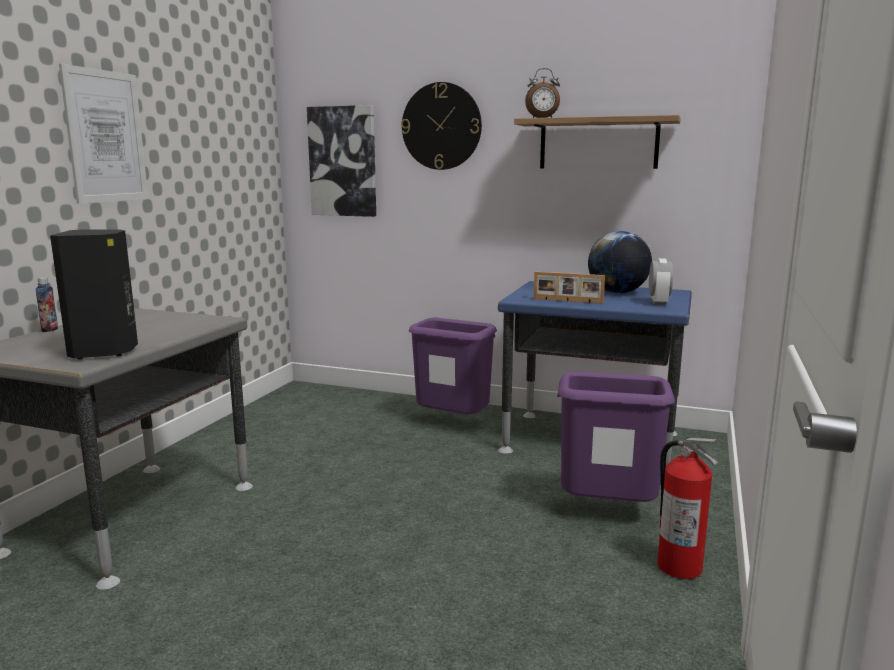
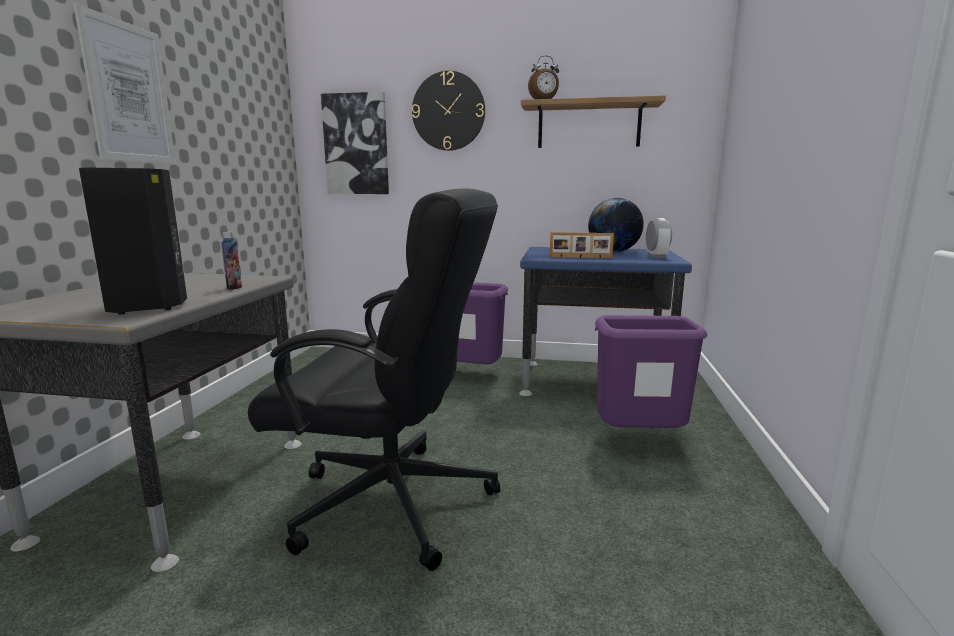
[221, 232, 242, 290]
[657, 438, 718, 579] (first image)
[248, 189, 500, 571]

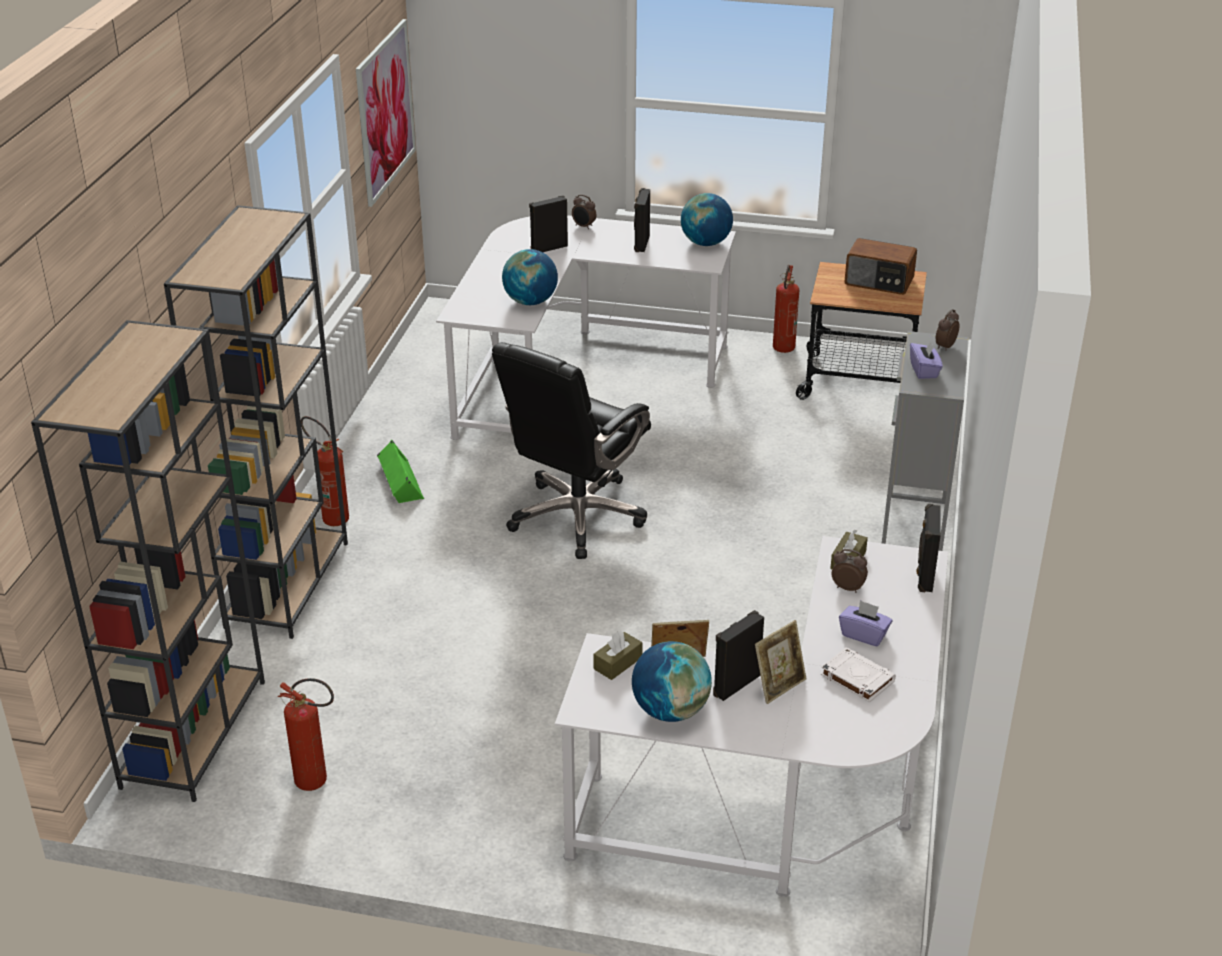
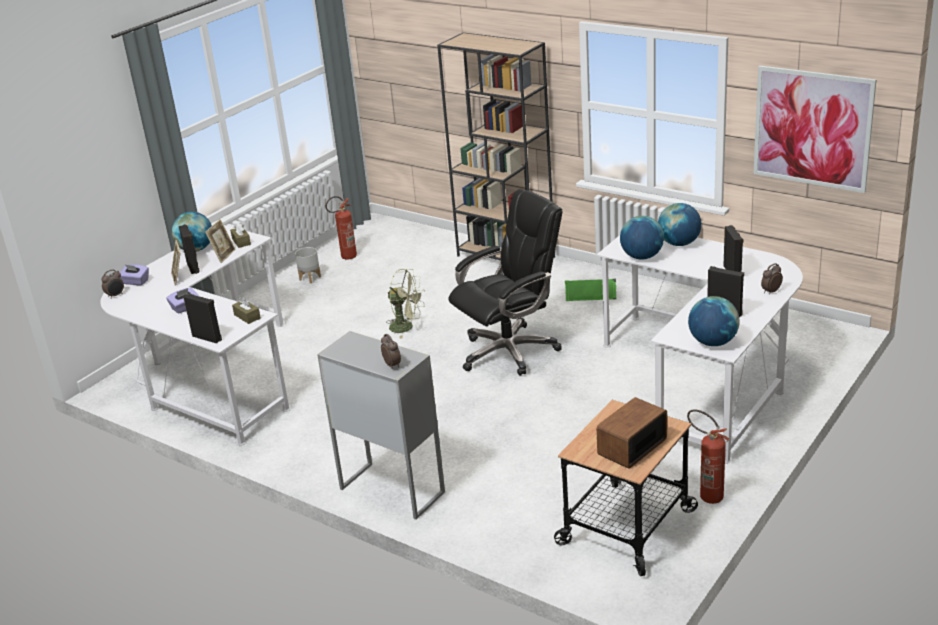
[31, 320, 265, 802] (first image)
[119, 264, 149, 285]
[449, 189, 562, 376]
[301, 416, 349, 526] (first image)
[101, 269, 124, 299]
[821, 647, 896, 703] (first image)
[658, 203, 702, 246]
[295, 247, 321, 283]
[386, 269, 425, 339]

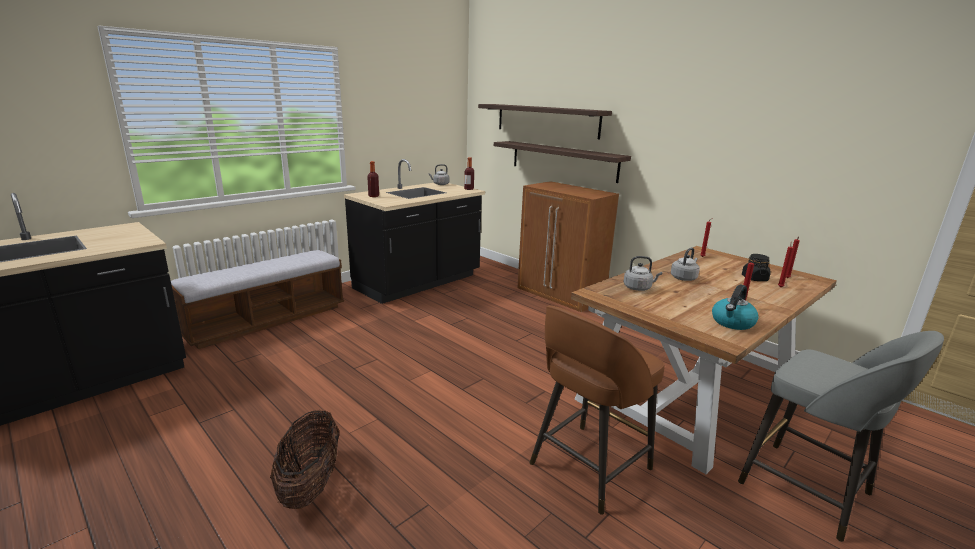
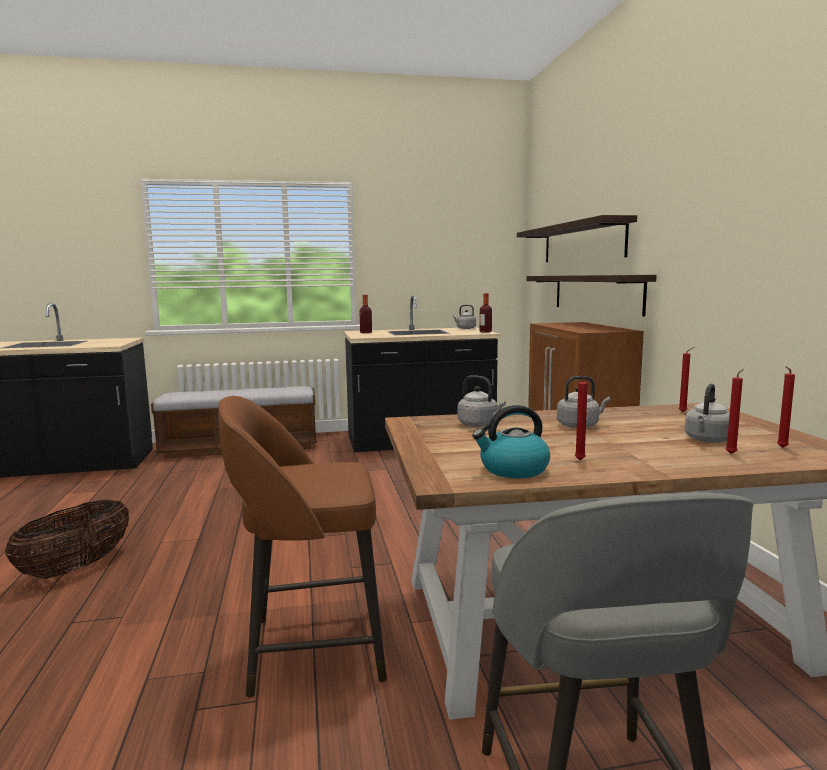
[685, 383, 730, 443]

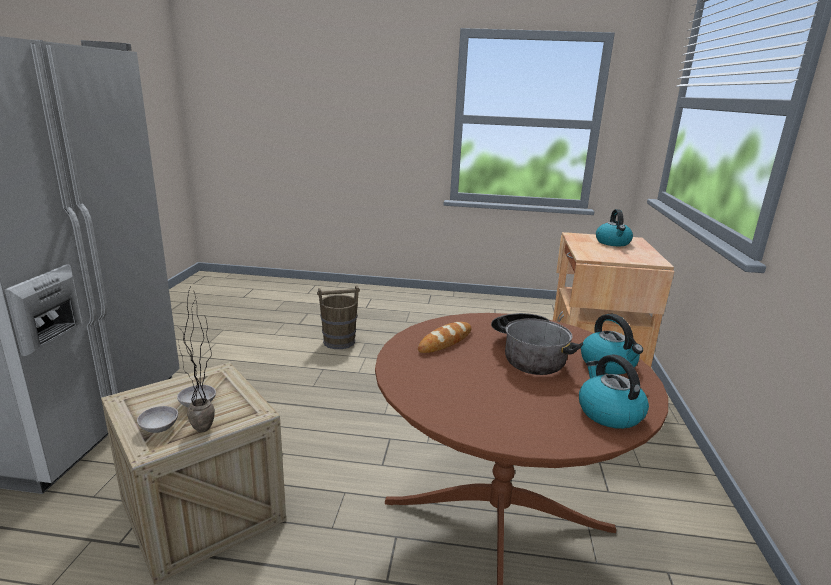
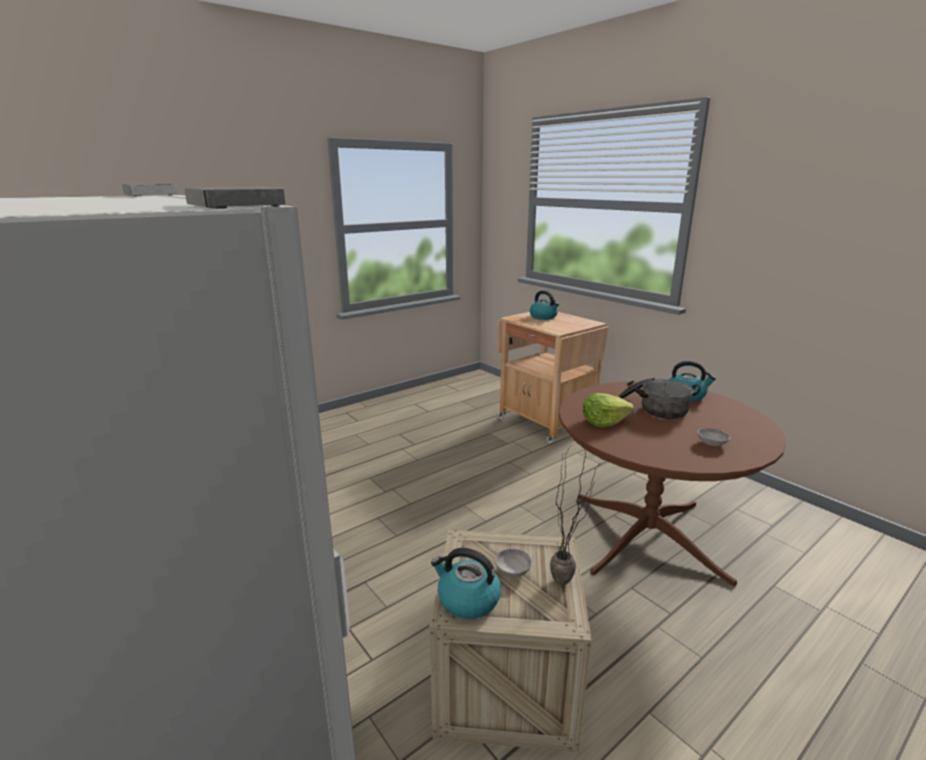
[317, 286, 360, 349] (first image)
[583, 393, 634, 427]
[431, 548, 501, 619]
[697, 428, 731, 446]

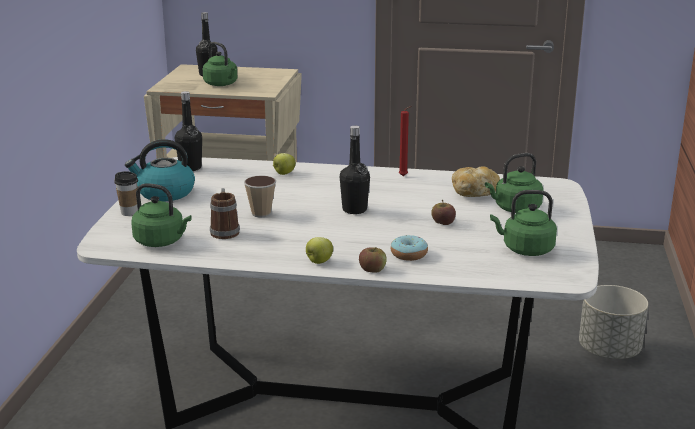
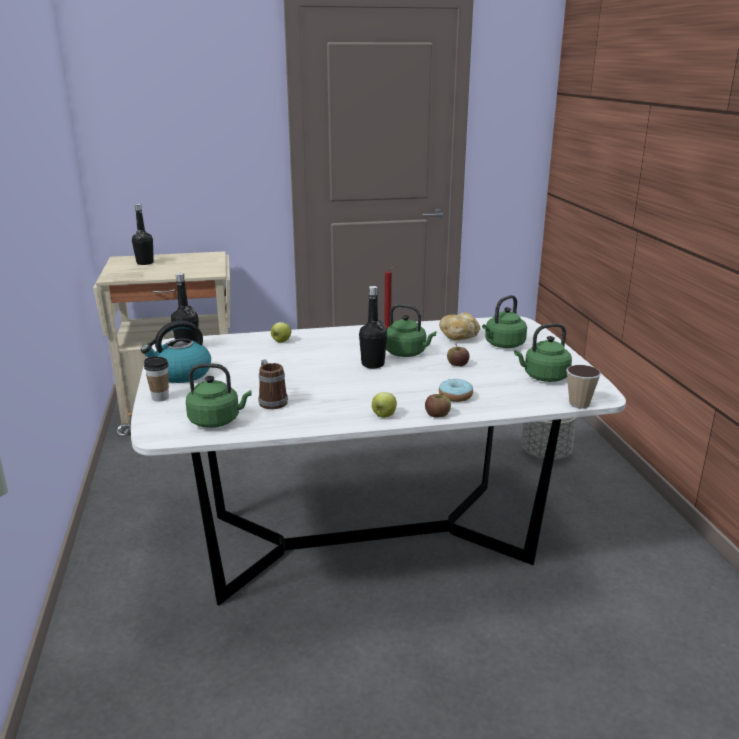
[386, 304, 436, 357]
[566, 365, 601, 409]

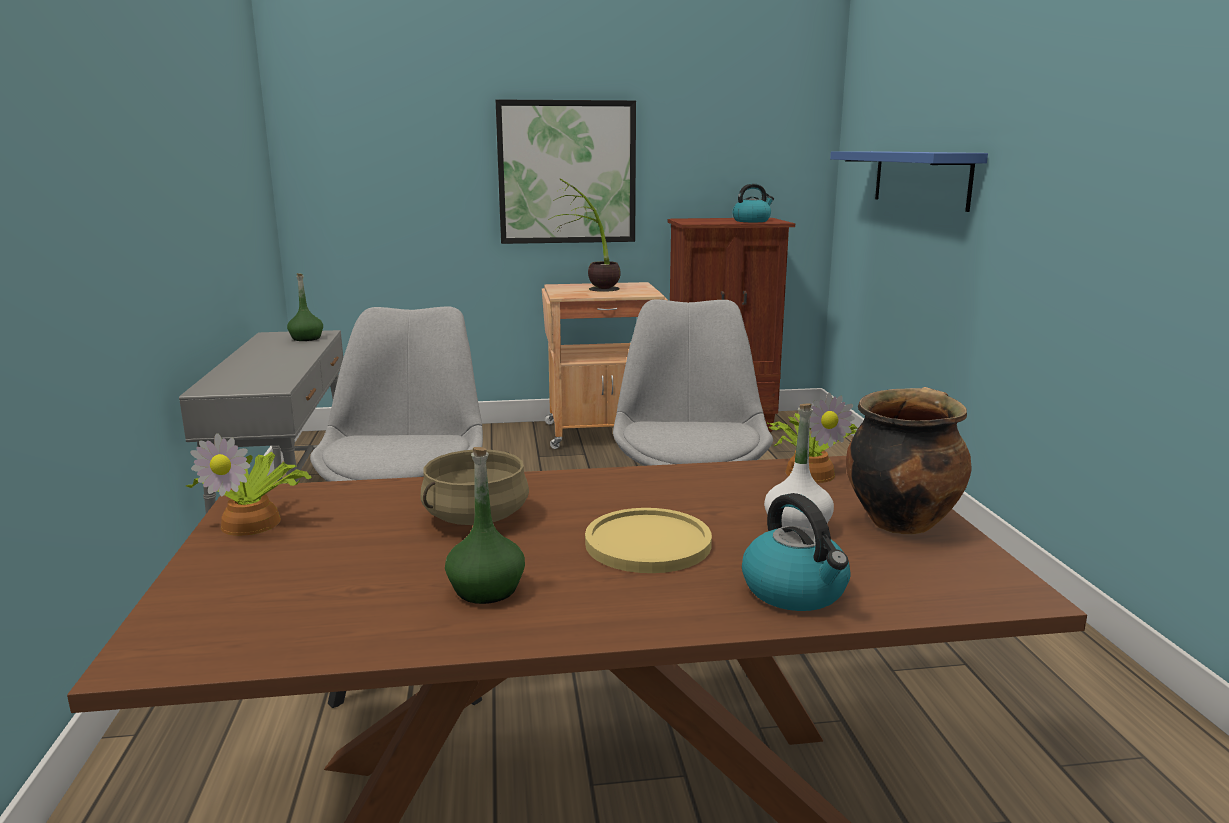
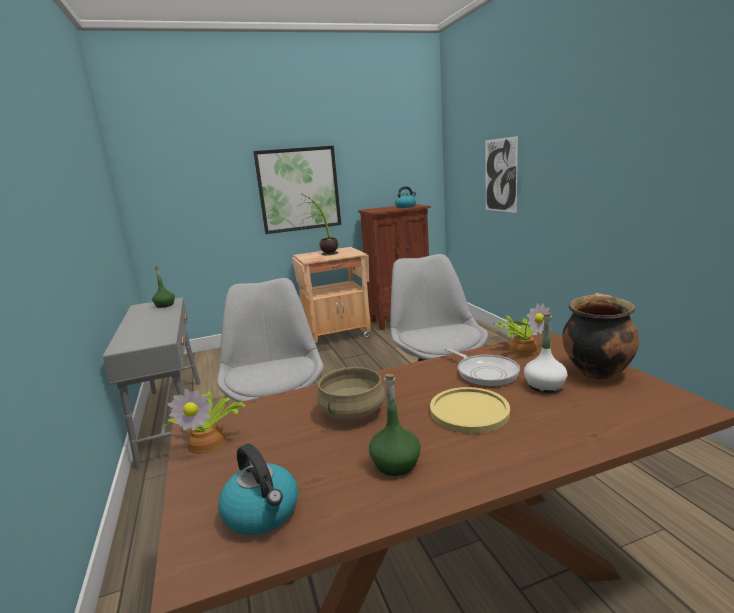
[485, 136, 518, 213]
[218, 444, 298, 535]
[443, 347, 520, 386]

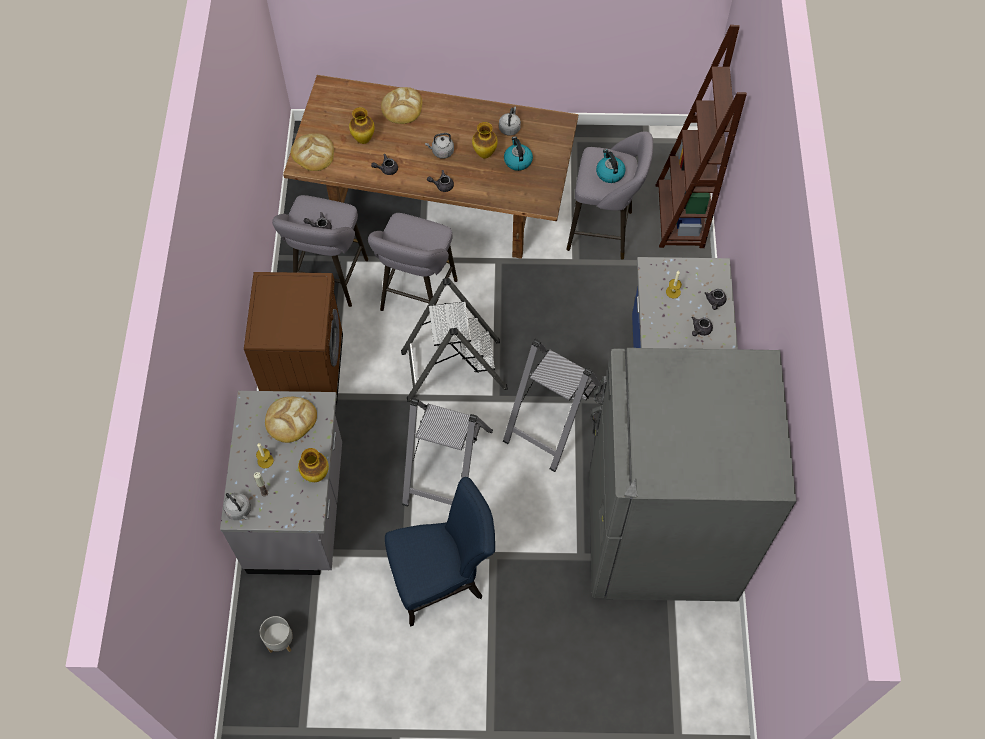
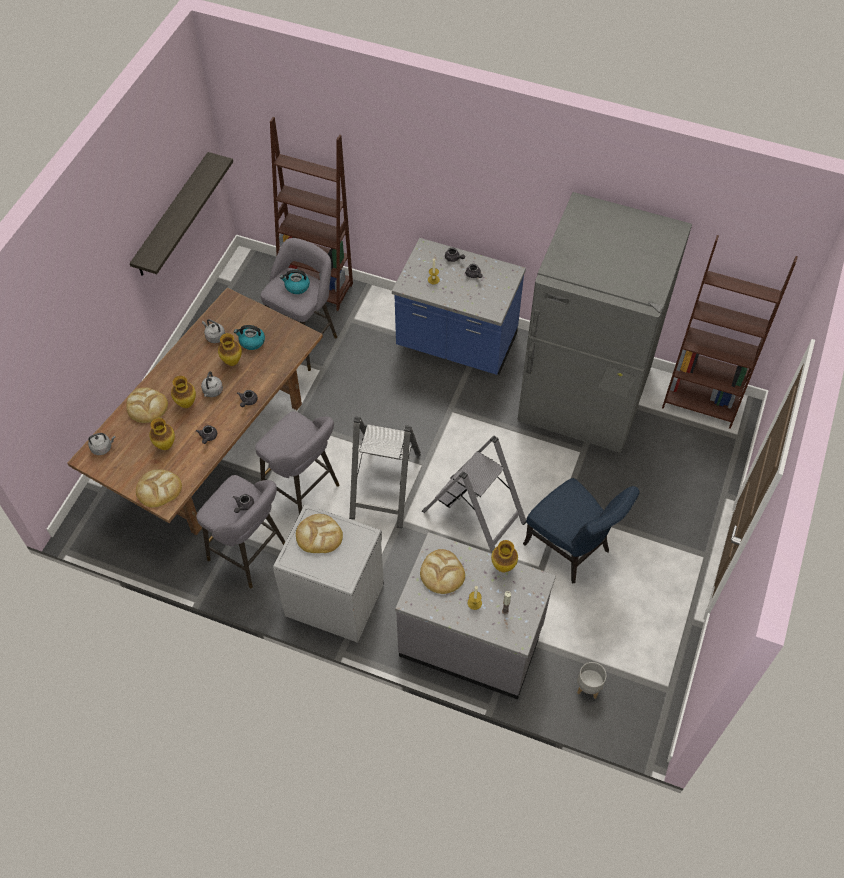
[273, 504, 384, 643]
[503, 339, 603, 472] (first image)
[523, 478, 640, 584]
[88, 433, 116, 455]
[130, 152, 233, 276]
[662, 235, 798, 429]
[171, 376, 196, 408]
[296, 514, 343, 553]

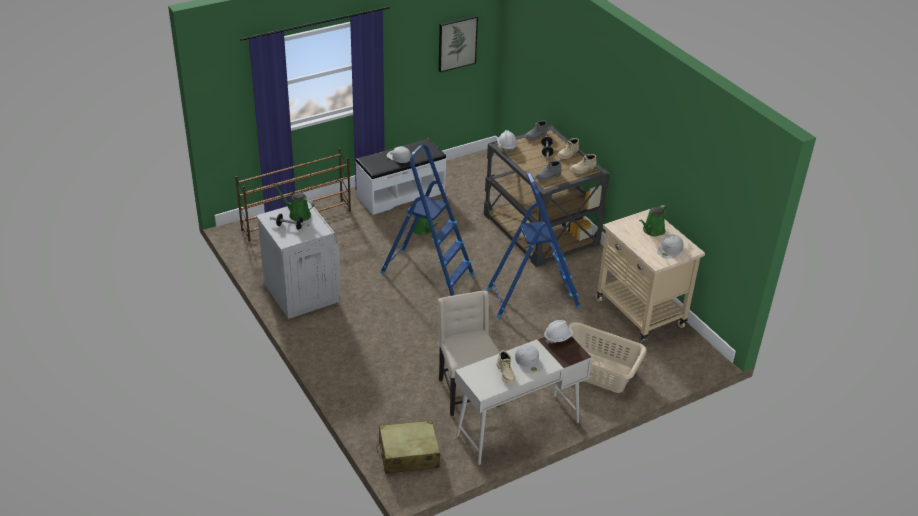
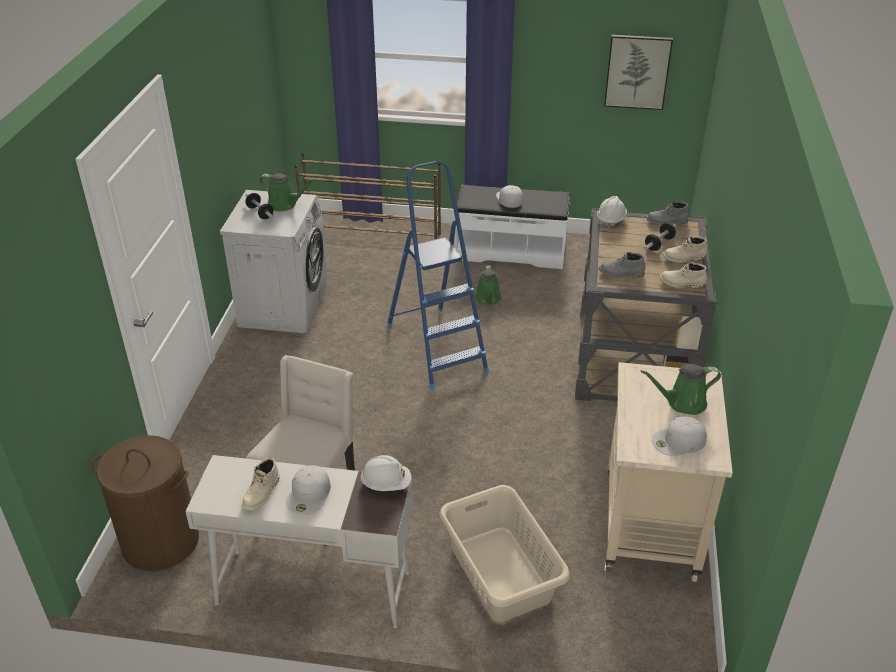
[487, 172, 581, 317] (first image)
[259, 174, 315, 211]
[92, 435, 199, 571]

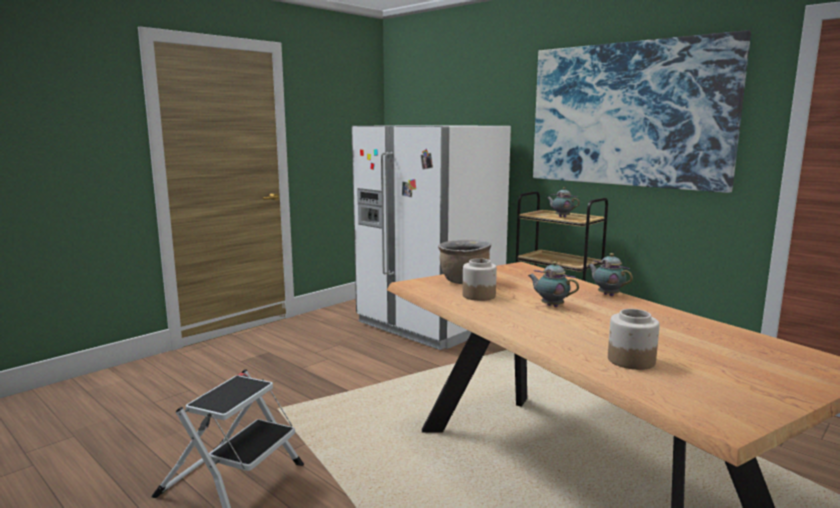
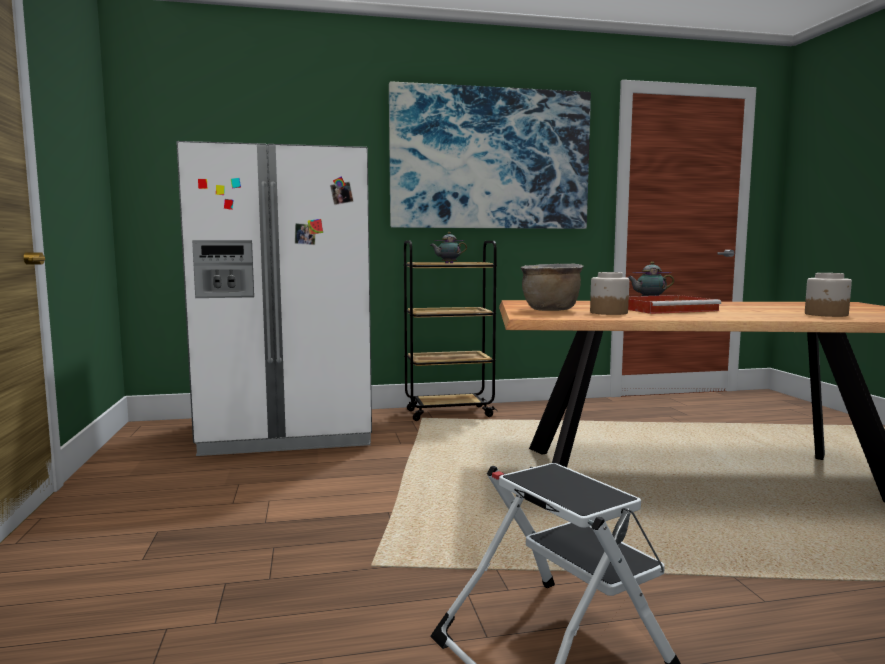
[628, 295, 721, 314]

